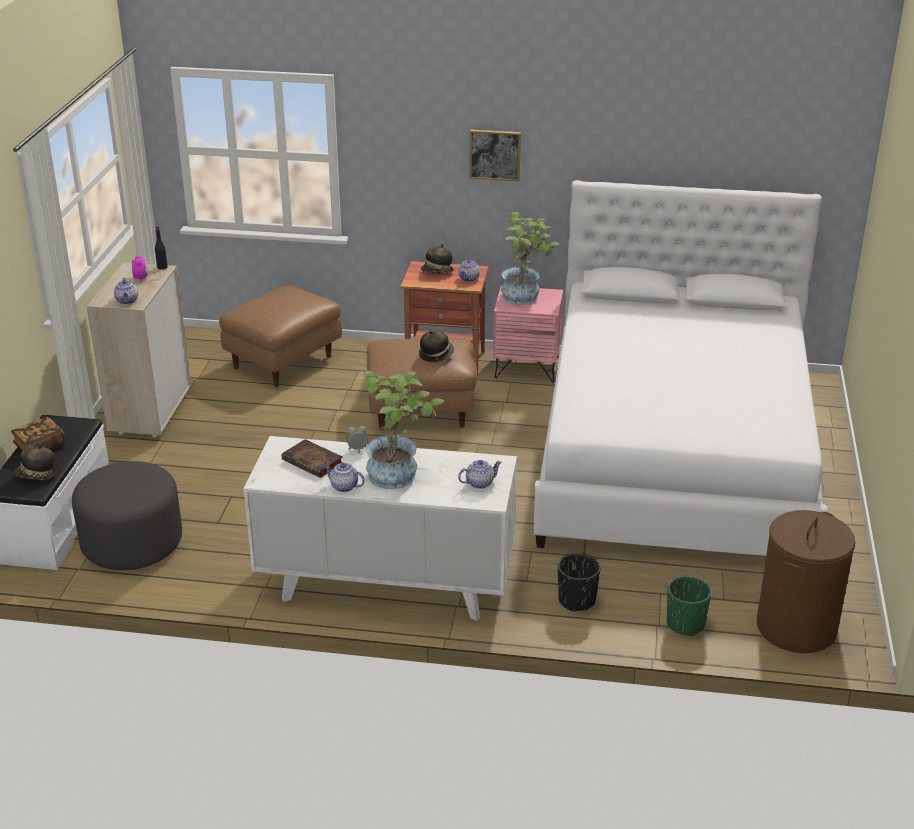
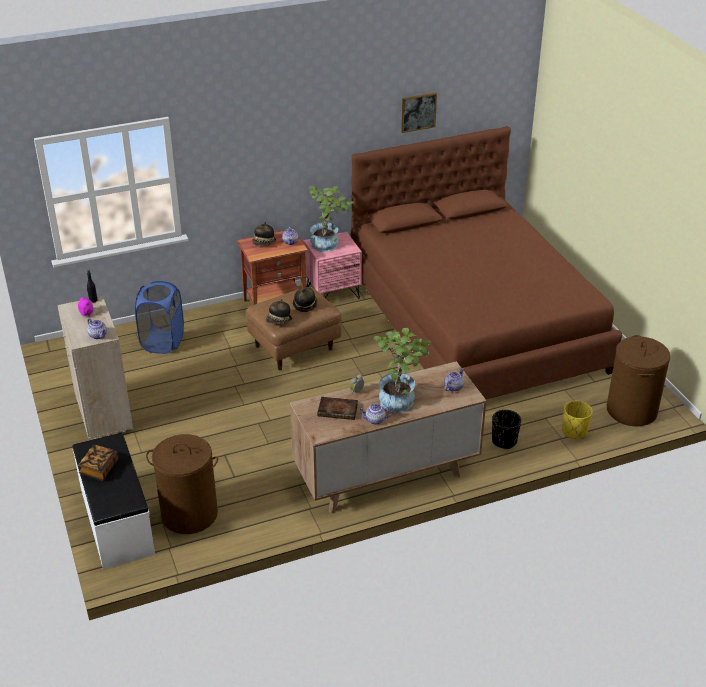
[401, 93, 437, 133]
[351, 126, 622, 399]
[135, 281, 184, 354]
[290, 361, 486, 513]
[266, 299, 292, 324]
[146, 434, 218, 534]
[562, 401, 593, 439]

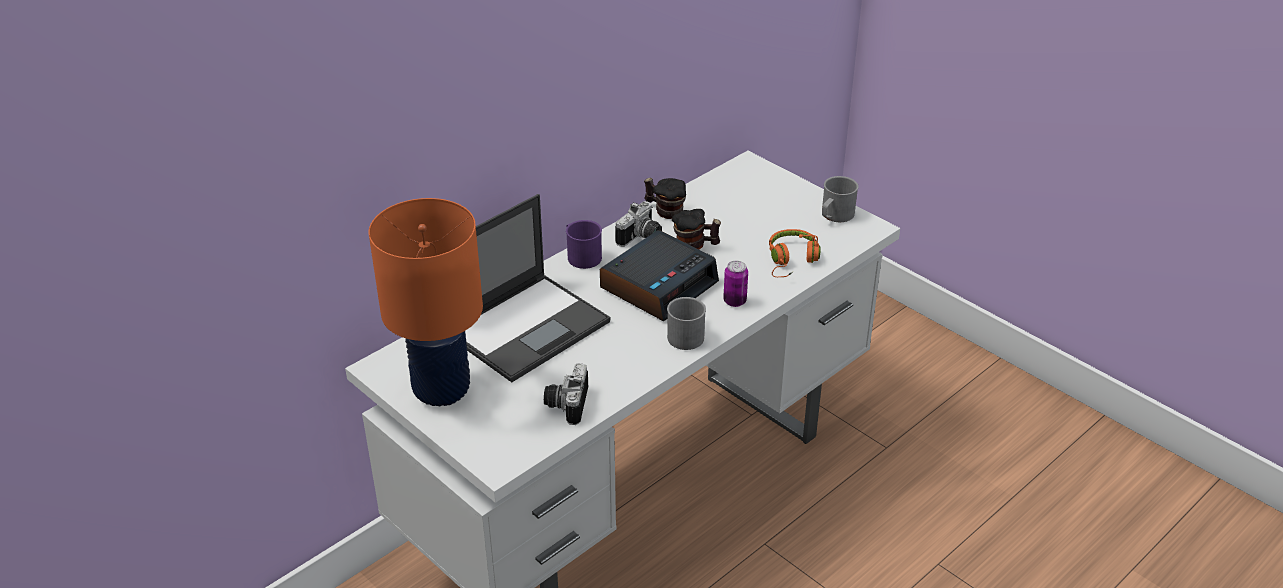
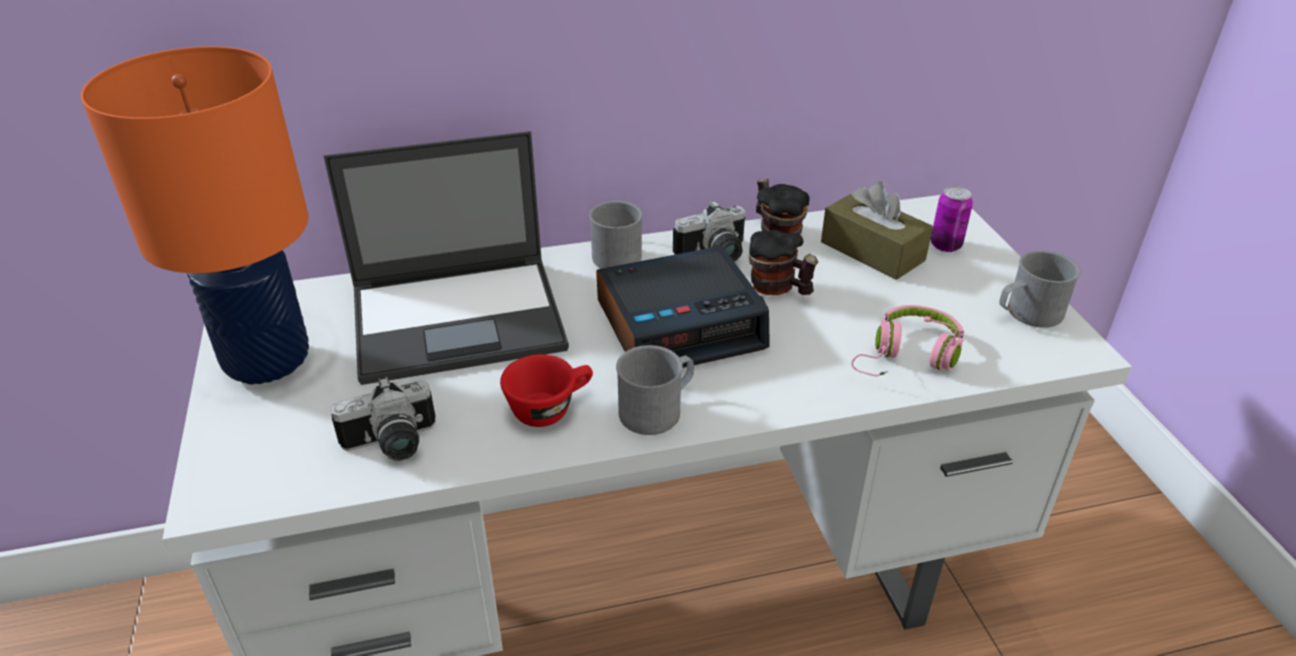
[589, 201, 643, 269]
[852, 305, 964, 376]
[931, 186, 973, 252]
[331, 377, 435, 461]
[821, 181, 933, 280]
[500, 354, 593, 427]

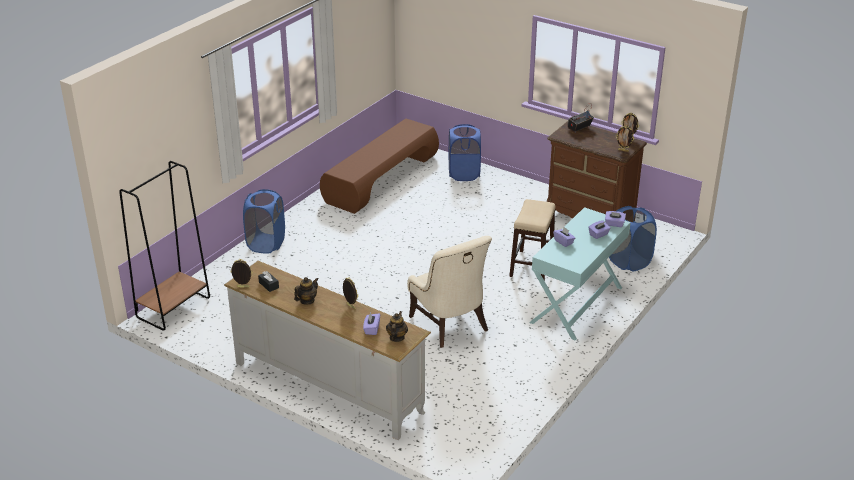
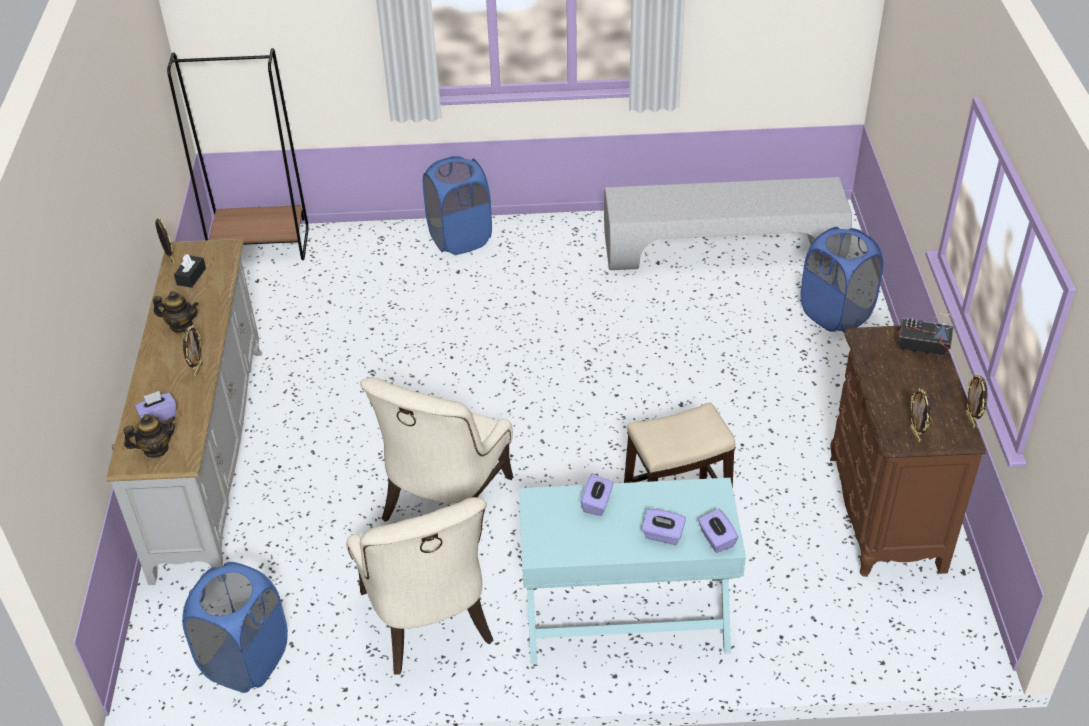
[604, 177, 852, 270]
[182, 562, 288, 693]
[346, 497, 494, 675]

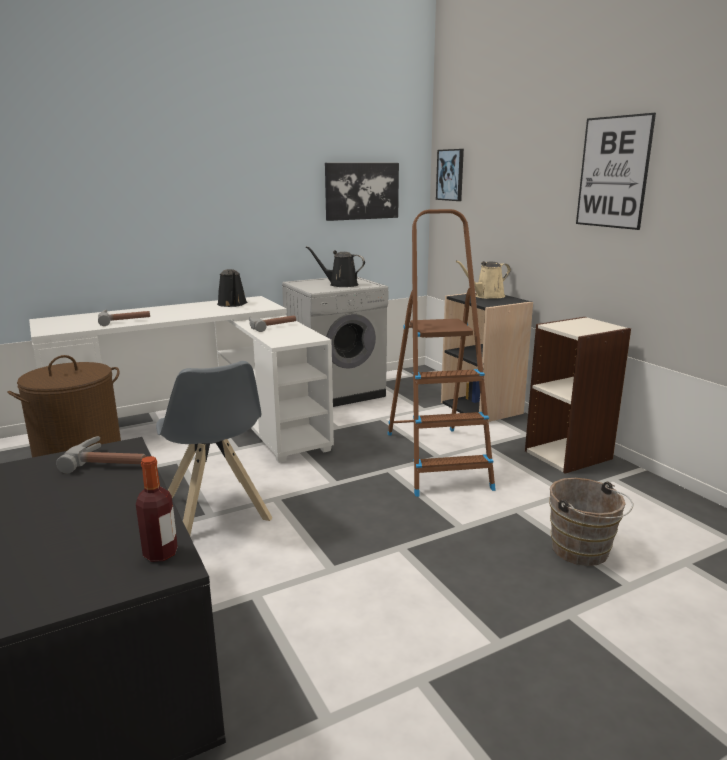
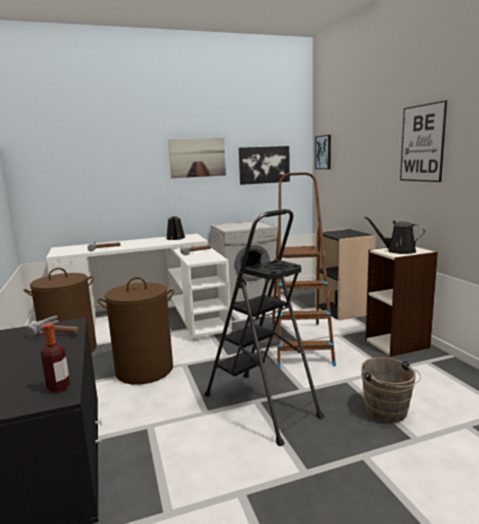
[365, 217, 425, 254]
[456, 260, 511, 299] (first image)
[97, 277, 174, 385]
[168, 137, 226, 178]
[204, 209, 324, 446]

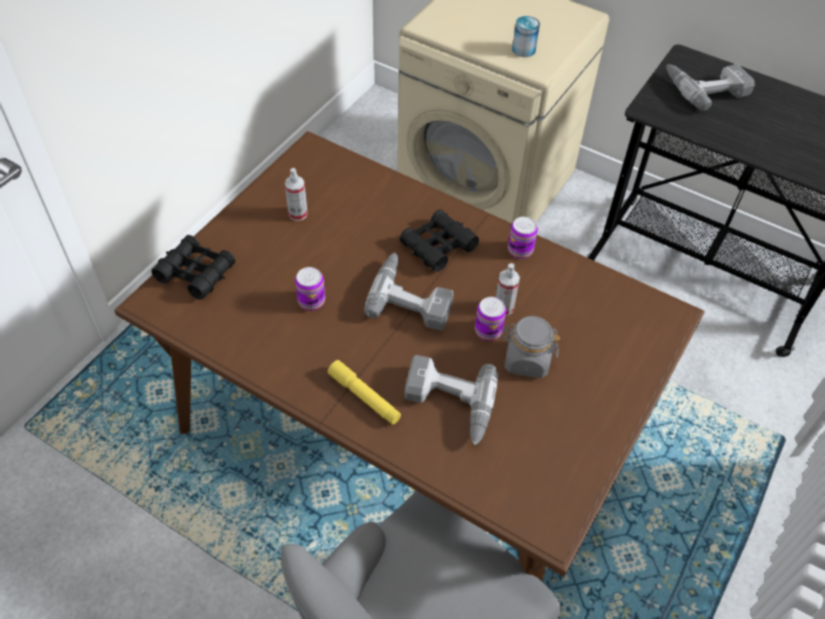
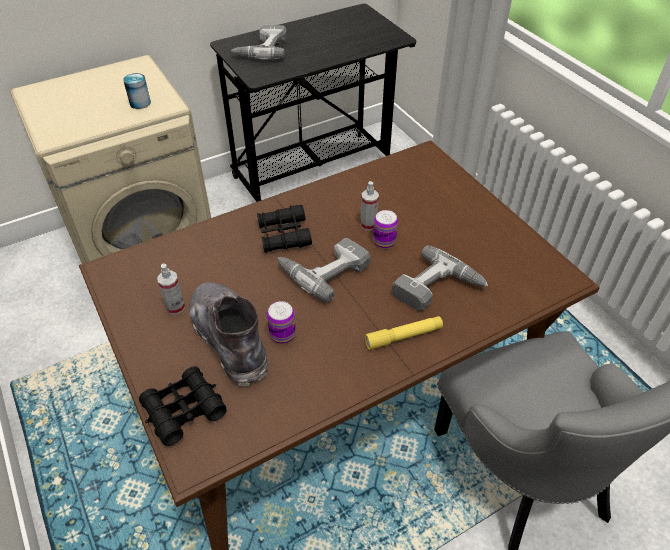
[508, 217, 538, 259] (first image)
[502, 316, 560, 378] (first image)
[189, 282, 268, 387]

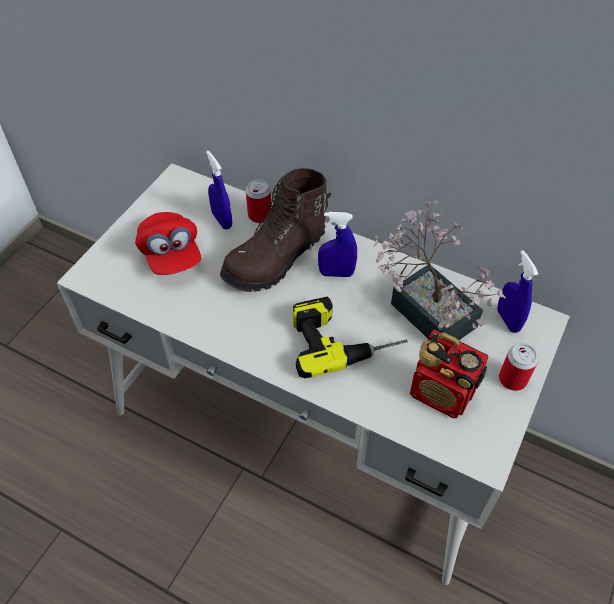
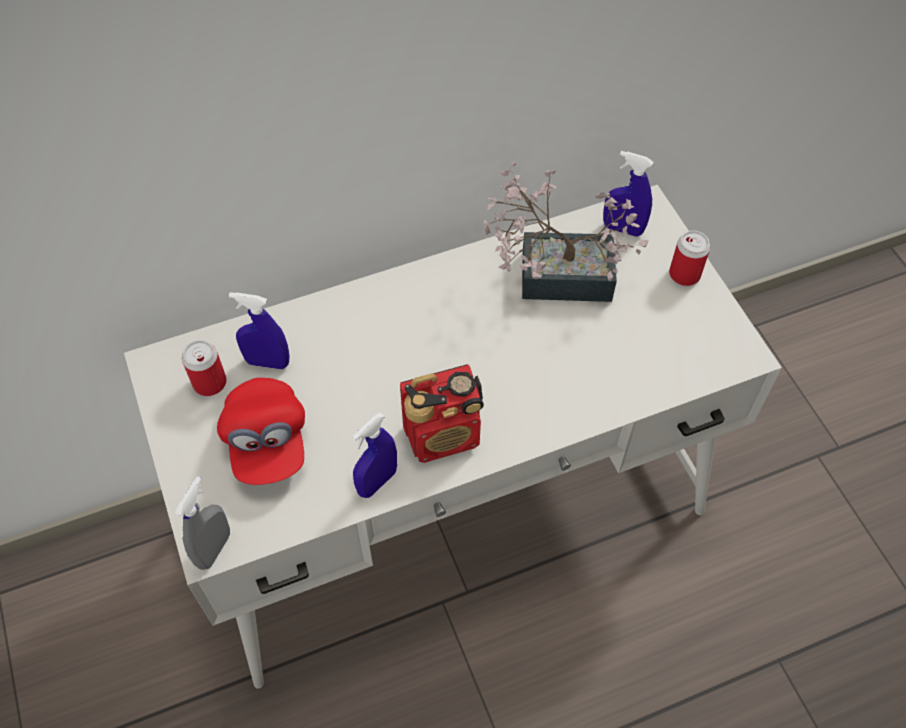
[220, 168, 331, 292] (first image)
[182, 340, 227, 396]
[217, 378, 305, 485]
[352, 413, 397, 498]
[293, 296, 408, 378] (first image)
[400, 364, 484, 463]
[175, 476, 230, 570]

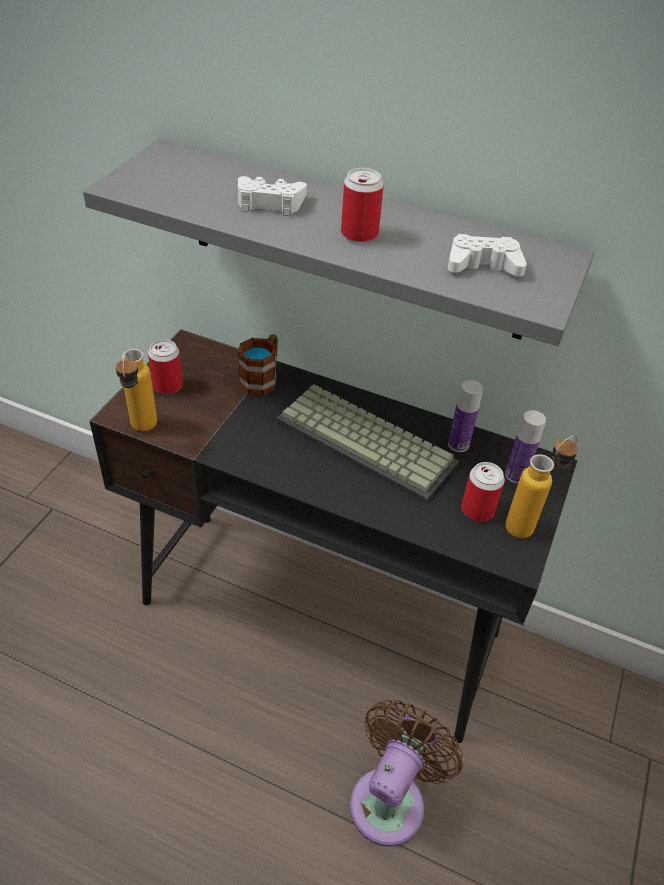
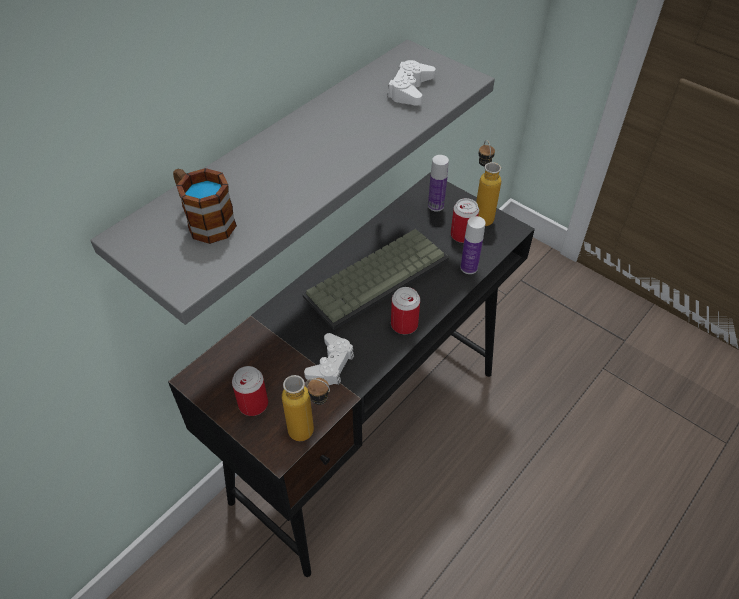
[391, 287, 420, 335]
[304, 333, 354, 385]
[173, 168, 237, 244]
[460, 216, 485, 274]
[350, 700, 463, 847] (first image)

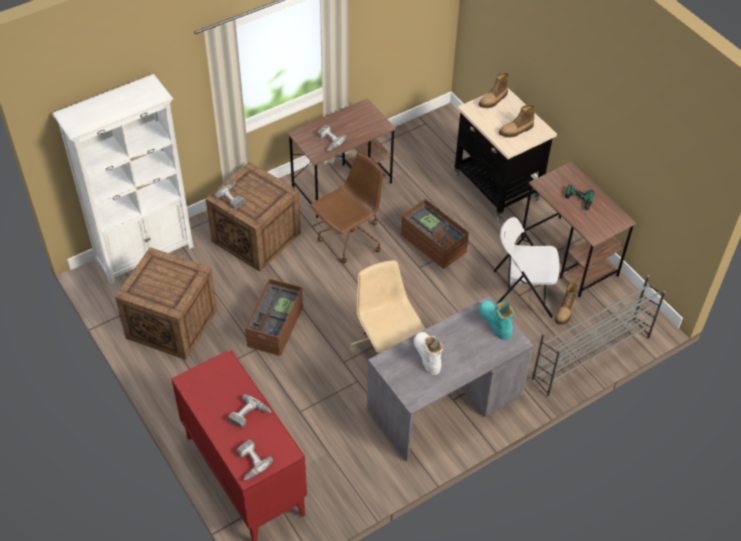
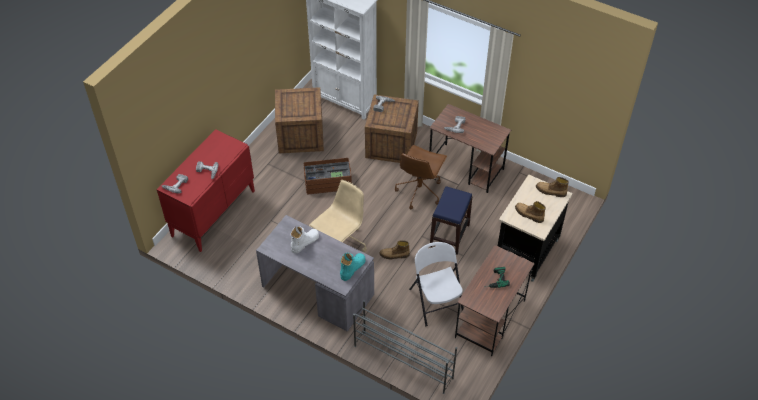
[395, 145, 447, 209]
[430, 187, 472, 255]
[379, 240, 410, 260]

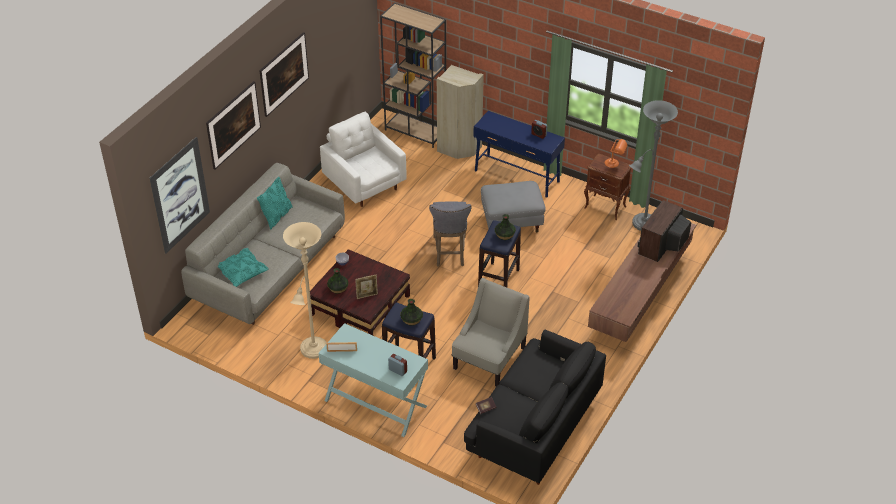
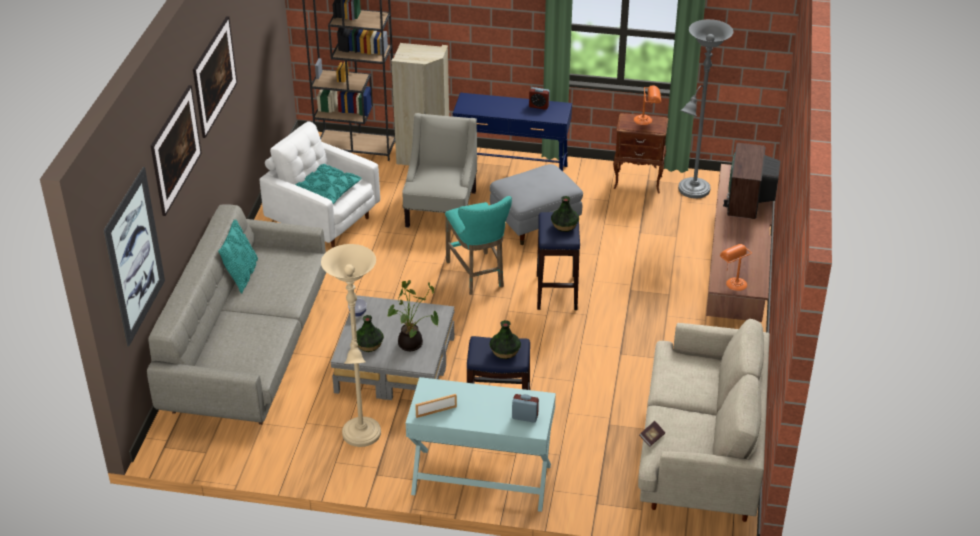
[445, 196, 512, 295]
[296, 164, 362, 204]
[331, 295, 454, 400]
[388, 280, 438, 351]
[402, 113, 477, 228]
[638, 319, 770, 522]
[720, 244, 752, 291]

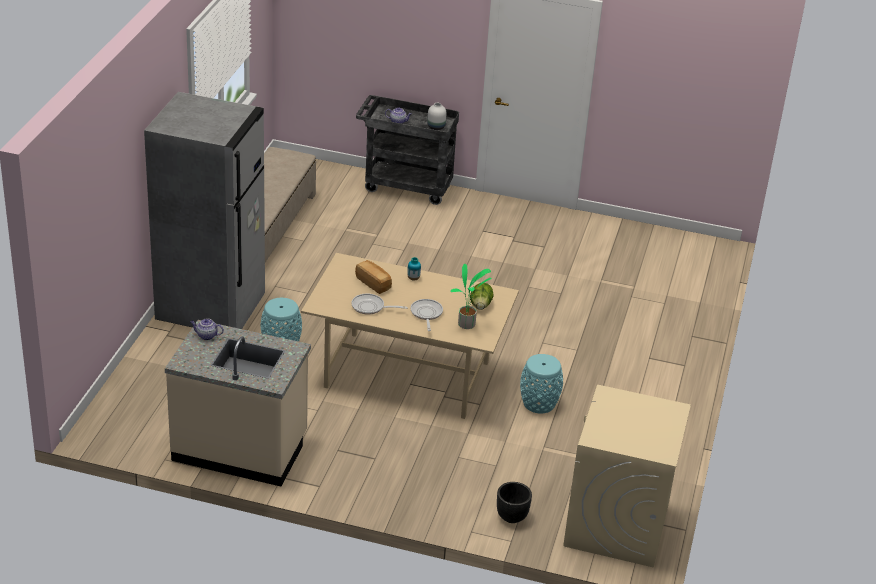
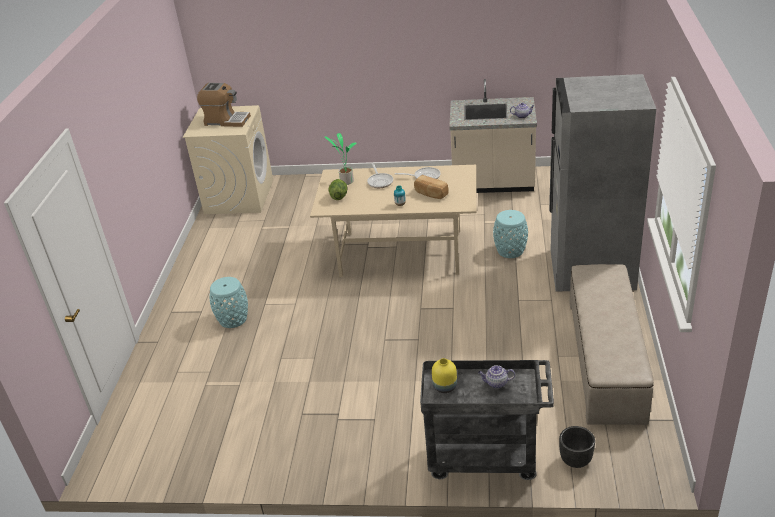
[432, 358, 457, 393]
[210, 277, 248, 328]
[559, 426, 595, 468]
[197, 83, 251, 127]

